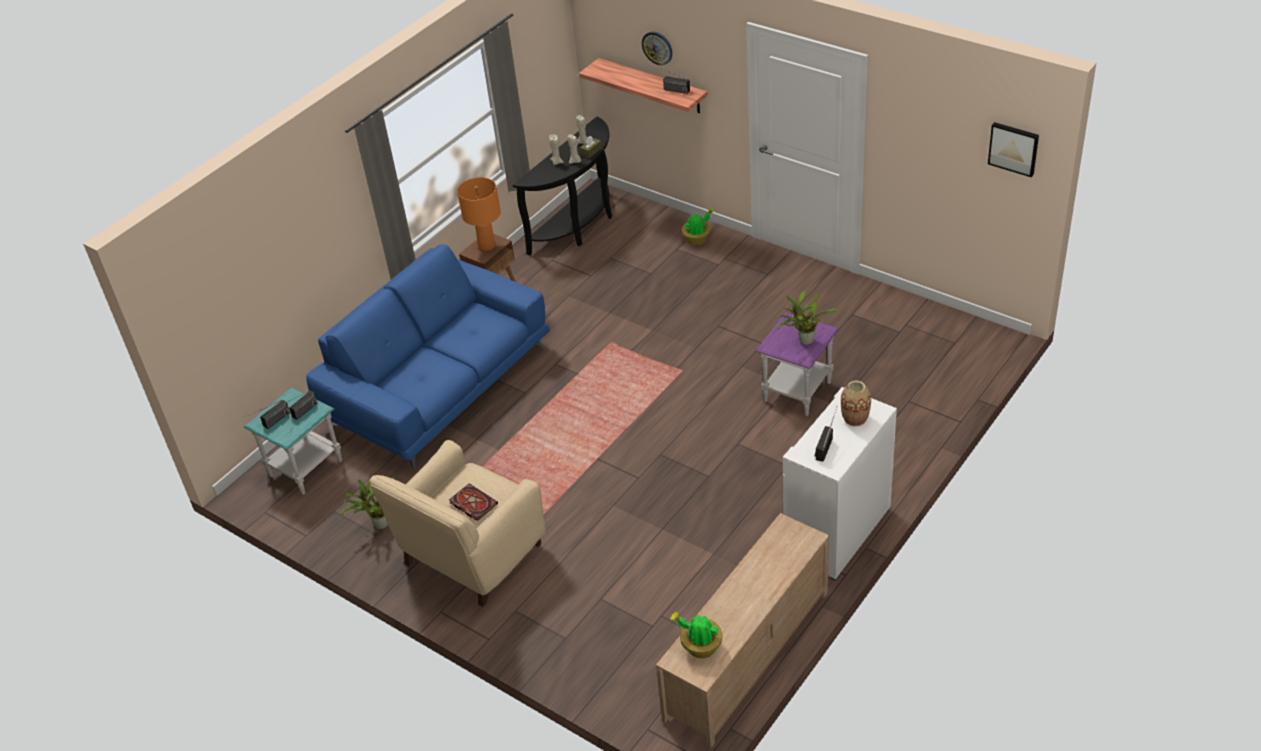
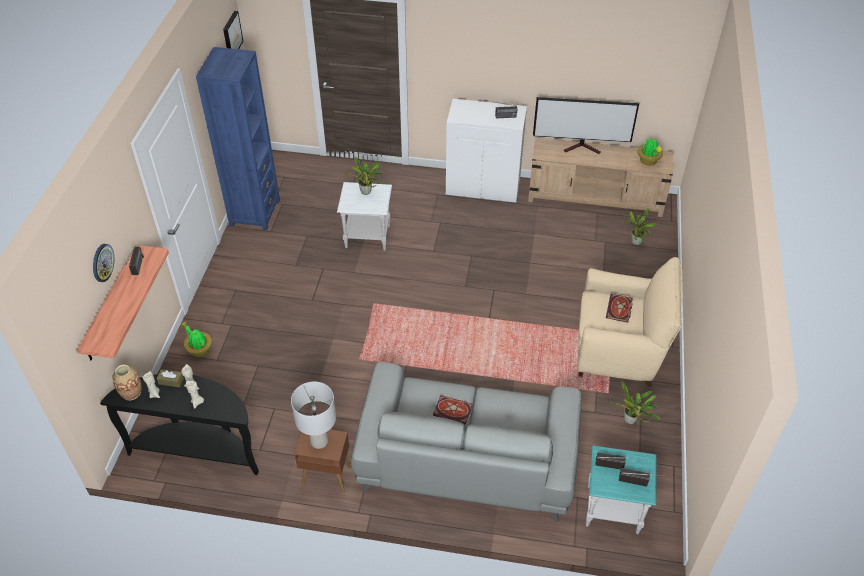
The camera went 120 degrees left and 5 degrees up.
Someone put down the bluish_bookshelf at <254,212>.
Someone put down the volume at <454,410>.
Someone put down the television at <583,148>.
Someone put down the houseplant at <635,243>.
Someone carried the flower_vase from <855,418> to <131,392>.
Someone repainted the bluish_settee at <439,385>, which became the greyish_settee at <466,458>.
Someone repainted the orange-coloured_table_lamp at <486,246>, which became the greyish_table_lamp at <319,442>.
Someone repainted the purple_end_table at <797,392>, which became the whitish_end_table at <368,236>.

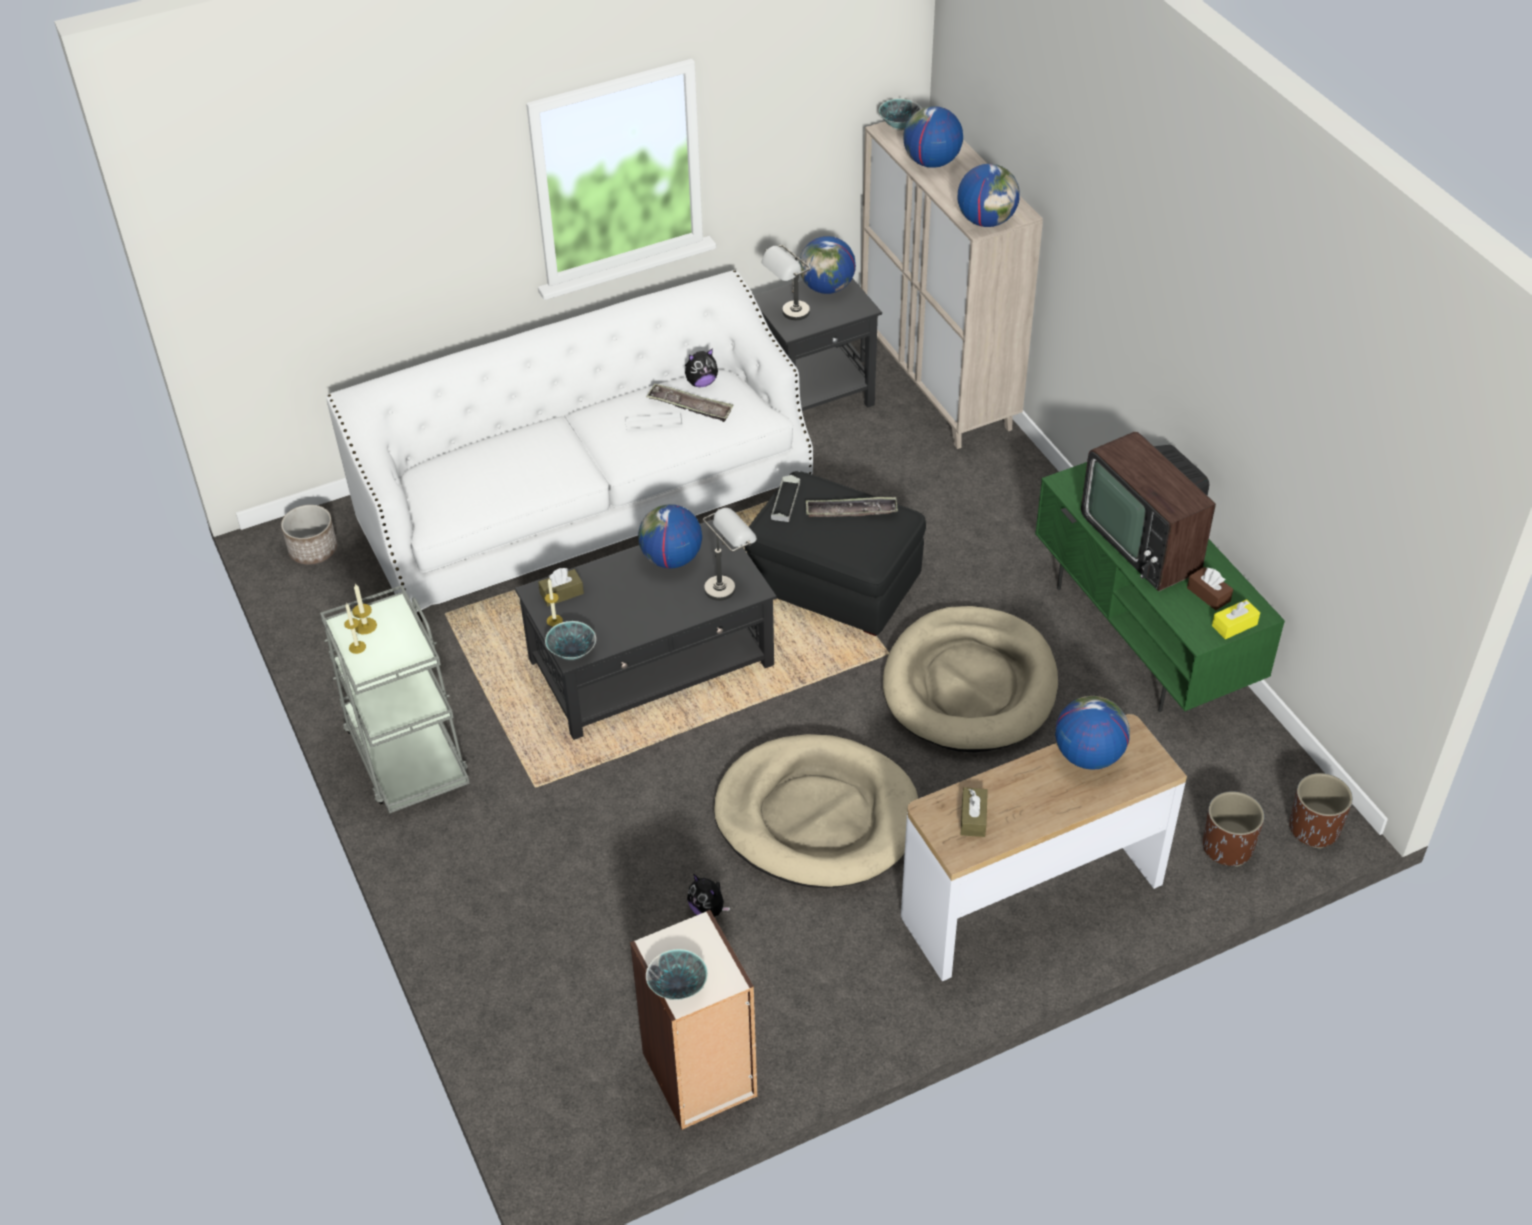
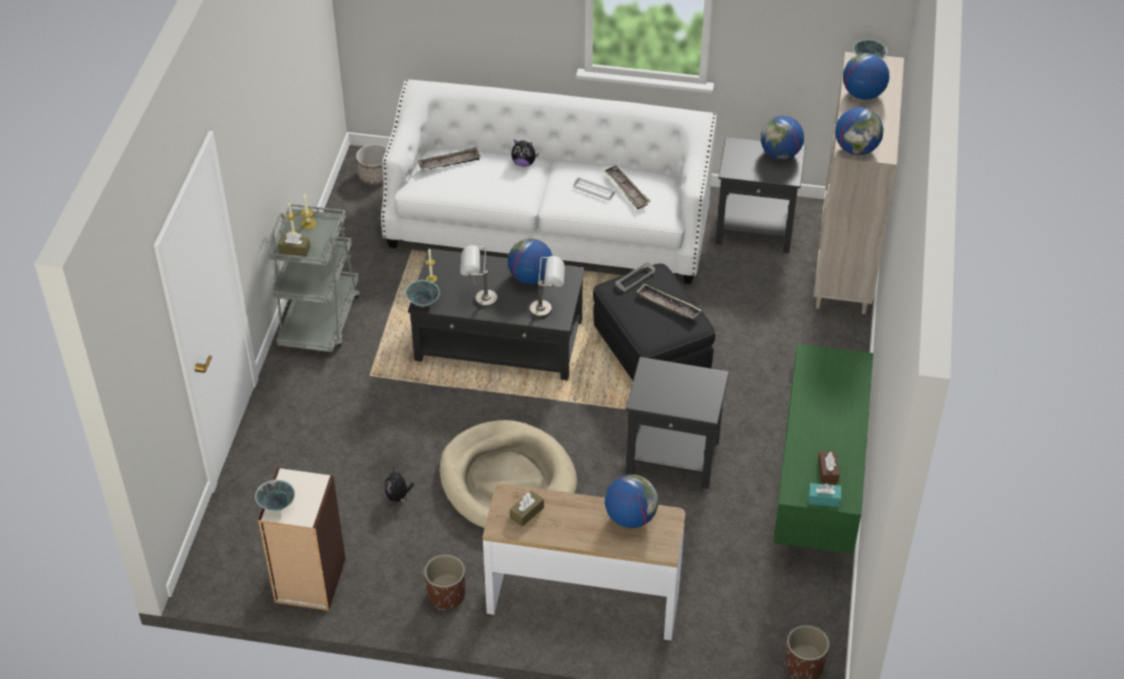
The camera went 35 degrees right and 0 degrees up.
Someone took away the television at <1146,538>.
Someone put down the tray at <449,162>.
Someone carried the brown-coloured_tissue_holder from <561,593> to <294,250>.
Someone carried the cuddly_toy from <701,383> to <524,163>.
Someone carried the greyish_table_lamp from <788,316> to <478,300>.
Someone carried the brown-coloured_flower_pot from <1227,847> to <446,595>.
Someone swapped the beige_dog_bed at <970,685> for the black-coloured_end_table at <674,457>.
Someone repainted the yellowish_tissue_holder at <1234,625>, which became the turquoise_tissue_holder at <824,499>.

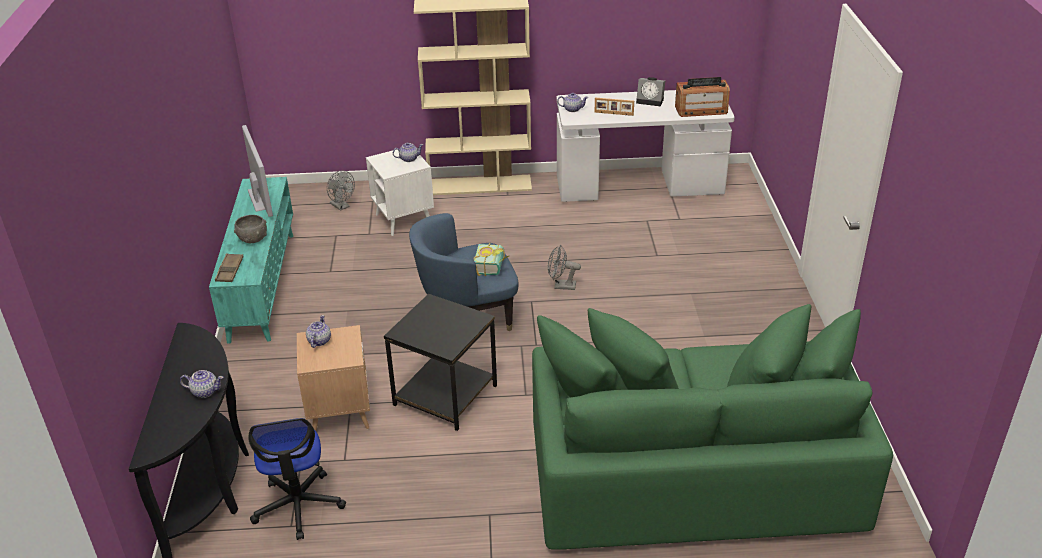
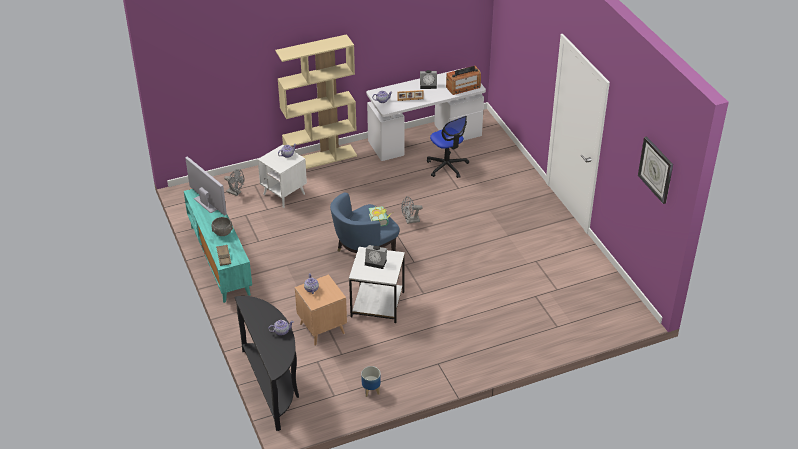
The camera went 20 degrees left and 5 degrees up.
Someone took away the green-coloured_settee at <690,469>.
Someone put down the flower_pot at <371,390>.
Someone put down the bedside_clock at <376,262>.
Someone put up the hanging_clock at <656,169>.
Someone carried the desk_chair from <298,505> to <447,166>.
Someone repainted the black-coloured_end_table at <447,394>, which became the whitish_end_table at <378,304>.

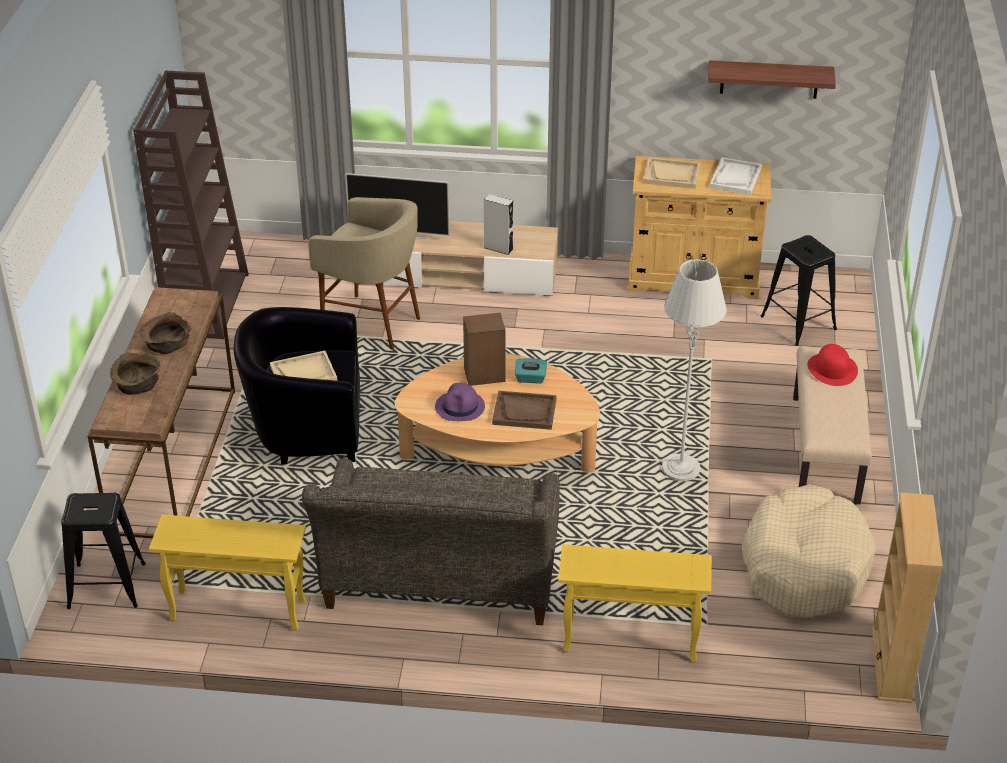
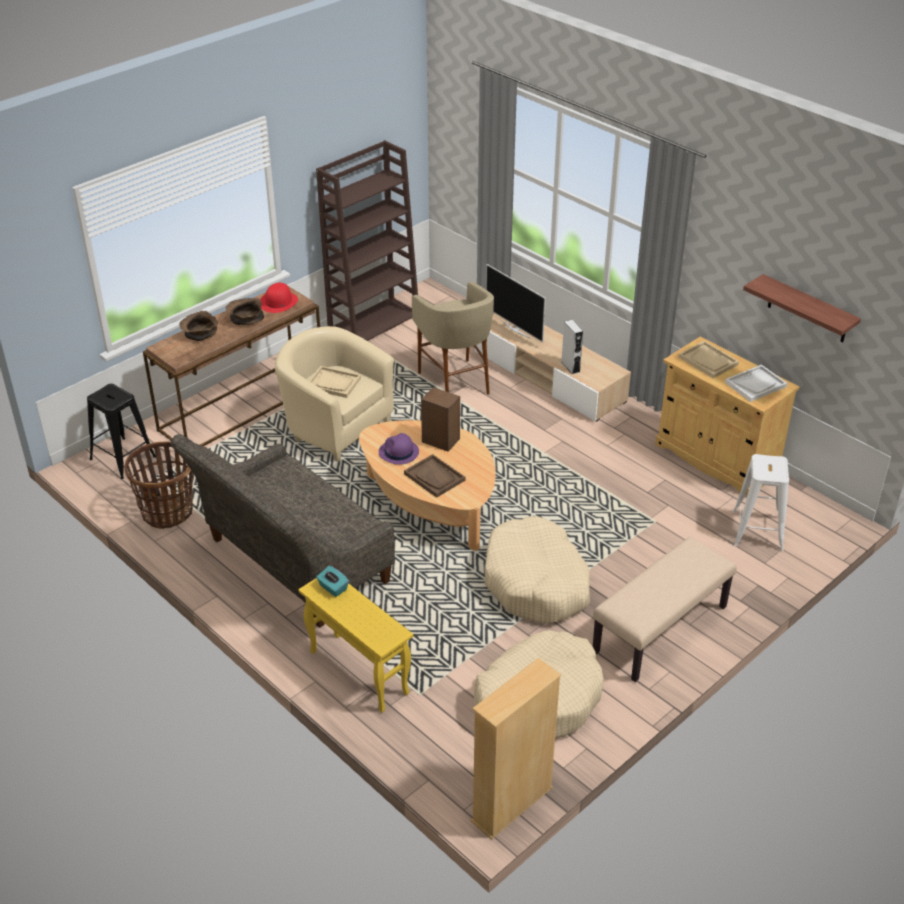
The camera went 40 degrees right and 0 degrees up.
Someone carried the turquoise_tissue_holder from <530,378> to <333,588>.
Someone carried the reddish_clothing_hat from <832,369> to <278,302>.
Someone swapped the yellowish_end_table at <238,611> for the storage_basket at <167,512>.
Someone swapped the greyish_floor_lamp at <680,469> for the beige_dog_bed at <536,583>.
Someone repainted the black-coloured_armchair at <305,429>, which became the beige_armchair at <335,427>.
Someone repainted the black-coloured_stool at <798,322>, which became the whitish_stool at <757,530>.

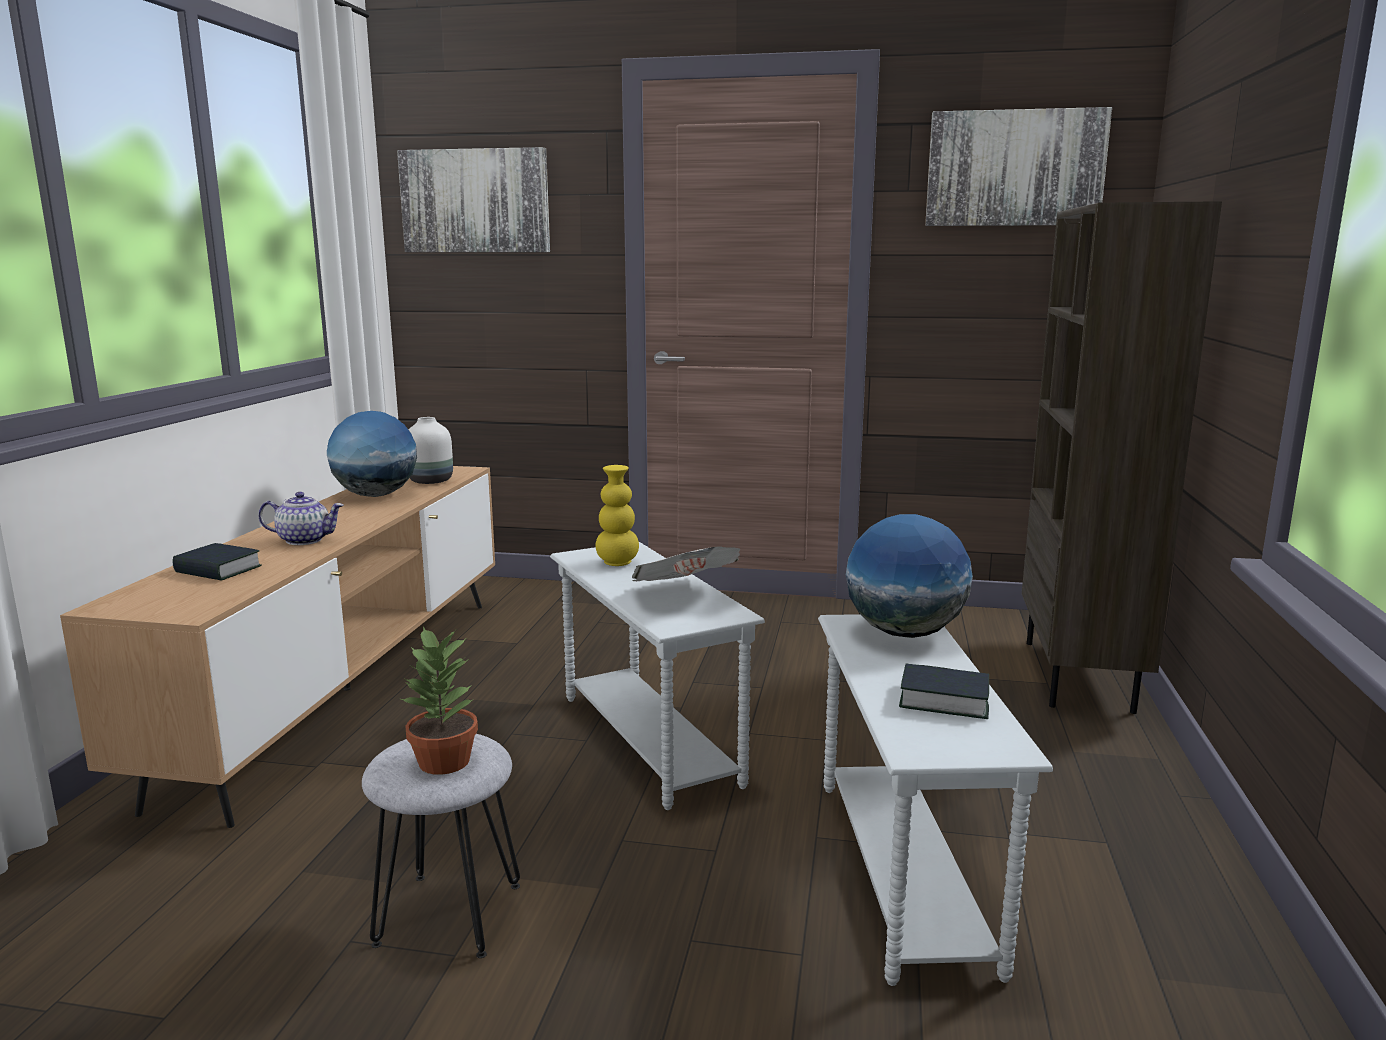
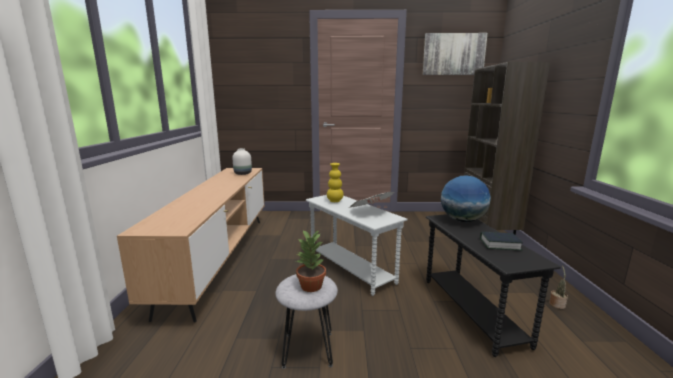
The camera went 10 degrees left and 0 degrees up.
Someone took away the volume at <218,570>.
Someone took away the pot_for_tea at <305,540>.
Someone took away the world_globe at <375,495>.
Someone took away the wall_art at <475,201>.
Someone put down the houseplant at <557,304>.
Someone repainted the whitish_end_table at <905,872>, which became the black-coloured_end_table at <473,311>.

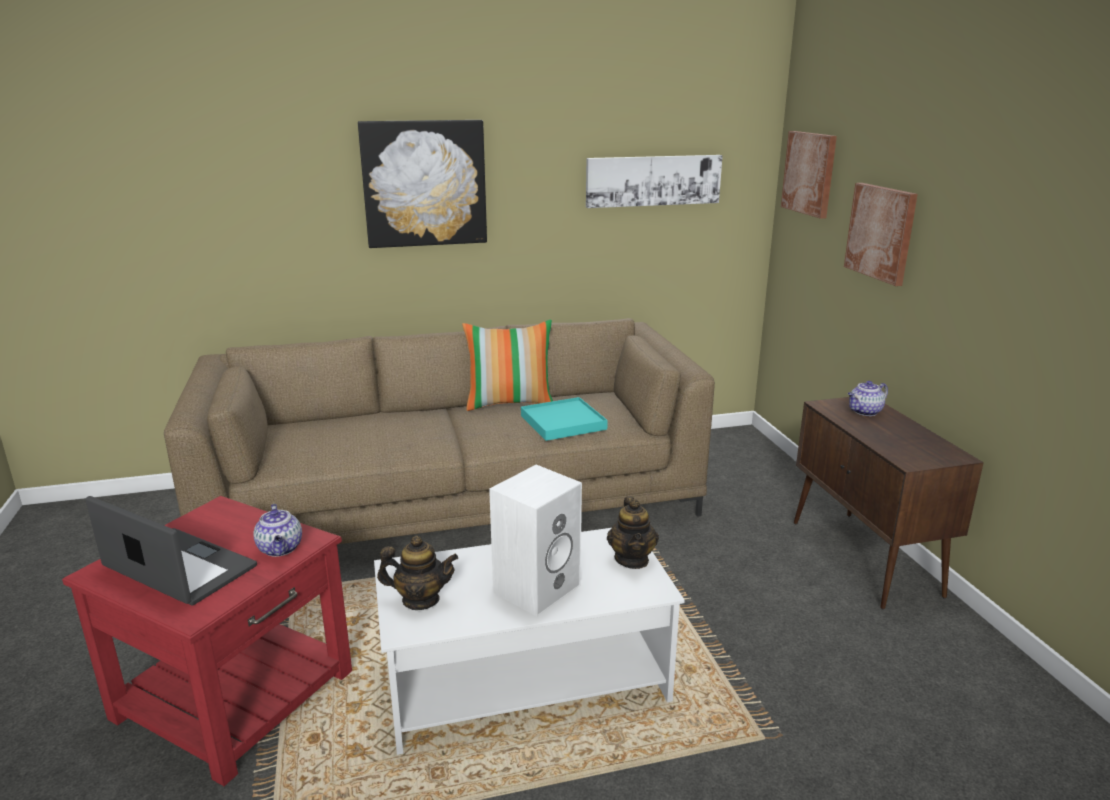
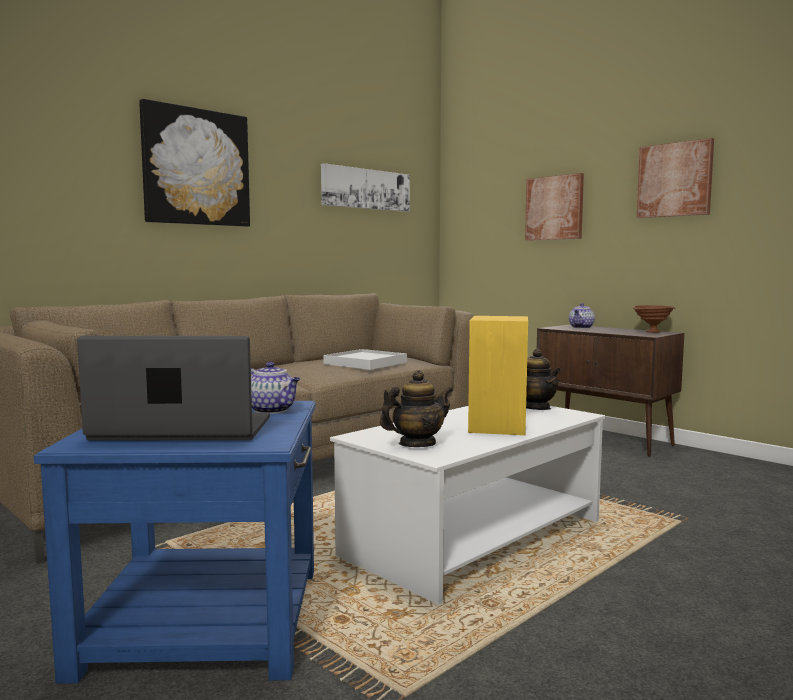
The camera went 30 degrees left and 15 degrees down.
Someone took away the throw_pillow at <510,403>.
Someone put down the brown-coloured_serving_bowl at <652,332>.
Someone carried the wall_art from <810,173> to <675,180>.
Someone repainted the reddish_end_table at <235,695>, which became the bluish_end_table at <205,620>.
Someone repainted the whitish_loudspeaker at <537,587>, which became the yellowish_loudspeaker at <496,426>.
Someone repainted the turquoise_tray at <563,422>, which became the whitish_tray at <365,363>.

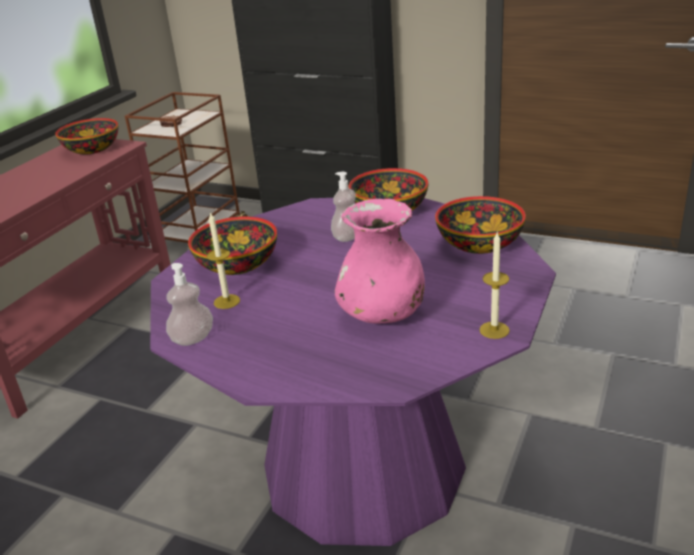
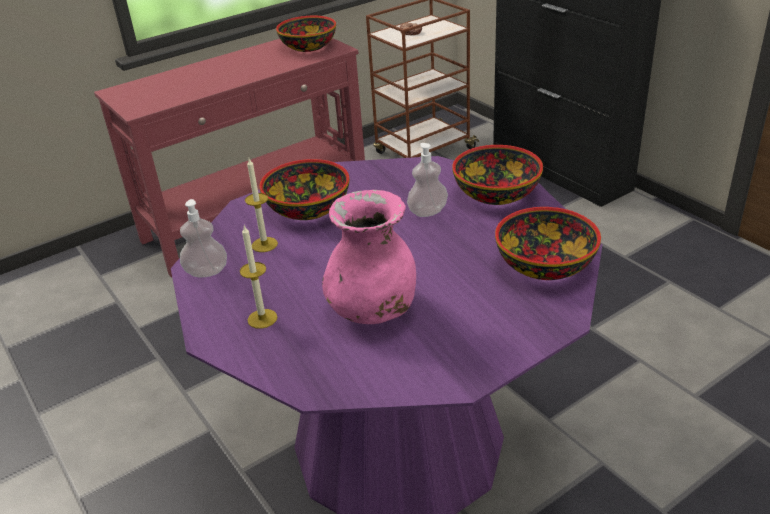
The camera went 30 degrees right and 5 degrees up.
Someone carried the wax_candle from <494,330> to <262,318>.

